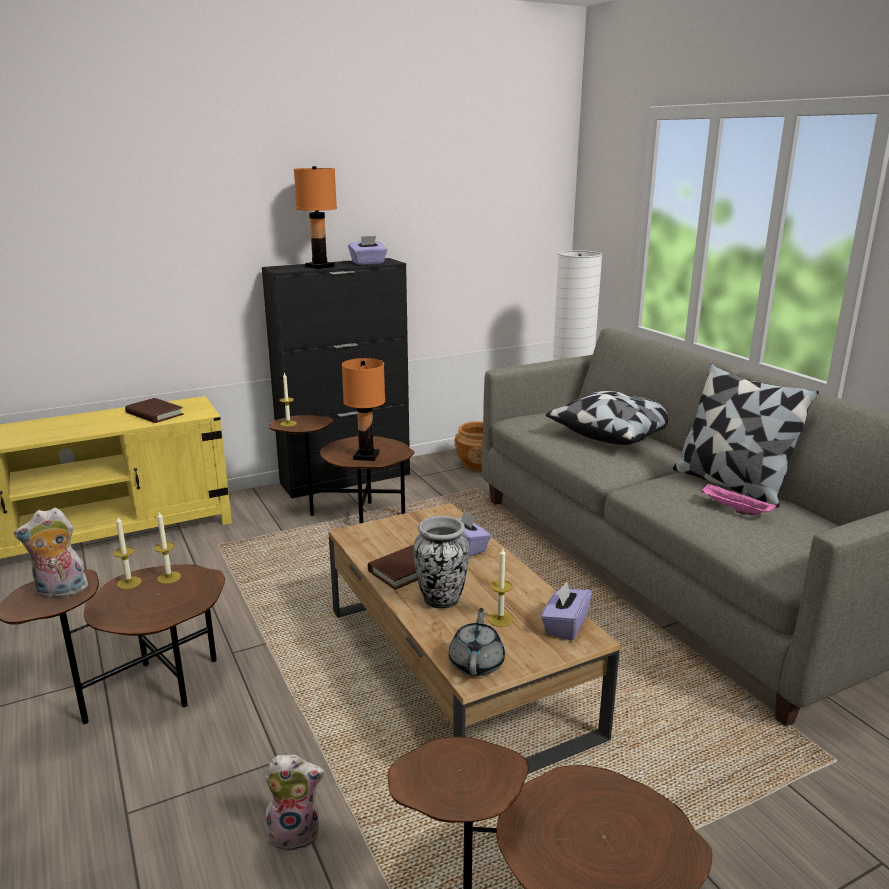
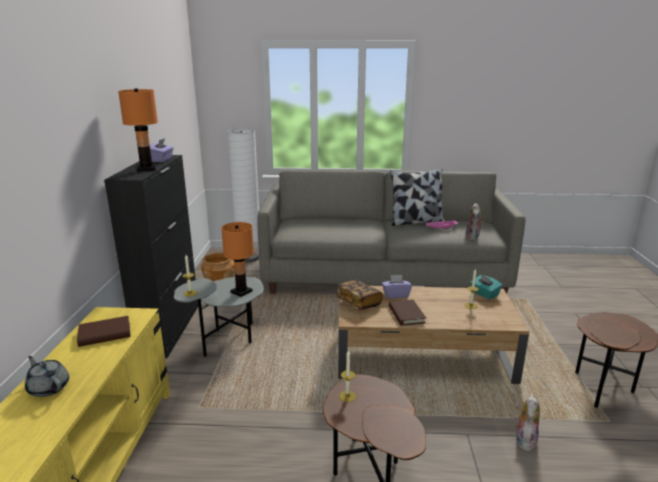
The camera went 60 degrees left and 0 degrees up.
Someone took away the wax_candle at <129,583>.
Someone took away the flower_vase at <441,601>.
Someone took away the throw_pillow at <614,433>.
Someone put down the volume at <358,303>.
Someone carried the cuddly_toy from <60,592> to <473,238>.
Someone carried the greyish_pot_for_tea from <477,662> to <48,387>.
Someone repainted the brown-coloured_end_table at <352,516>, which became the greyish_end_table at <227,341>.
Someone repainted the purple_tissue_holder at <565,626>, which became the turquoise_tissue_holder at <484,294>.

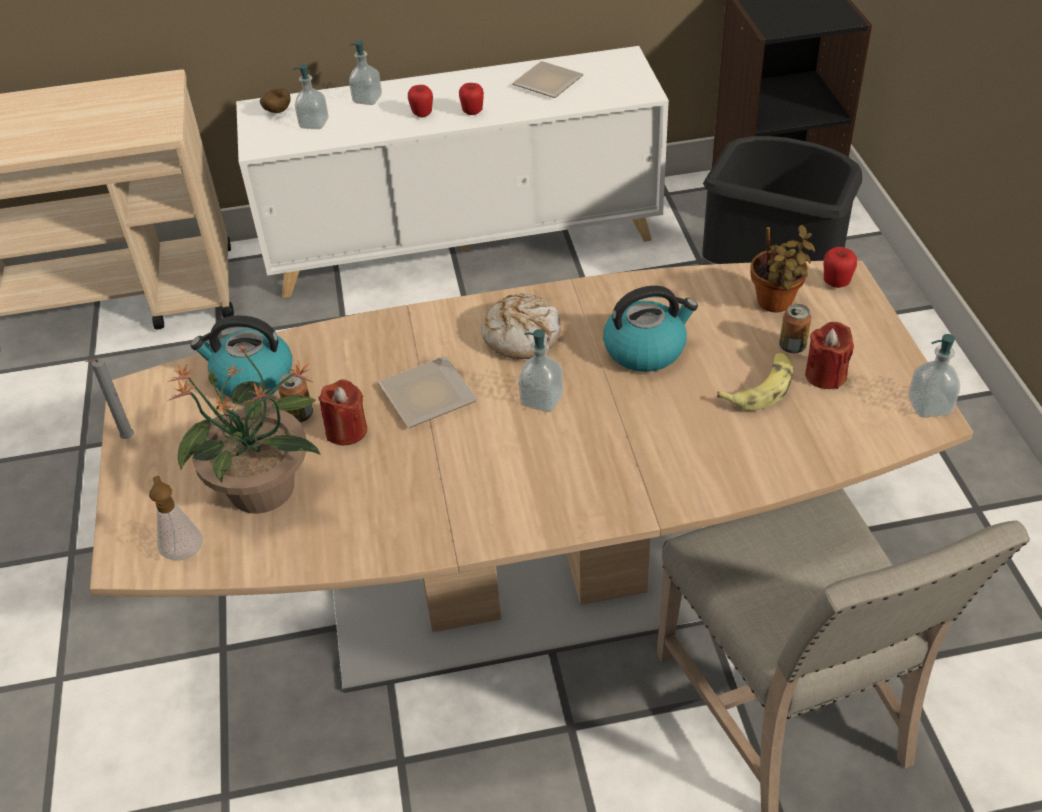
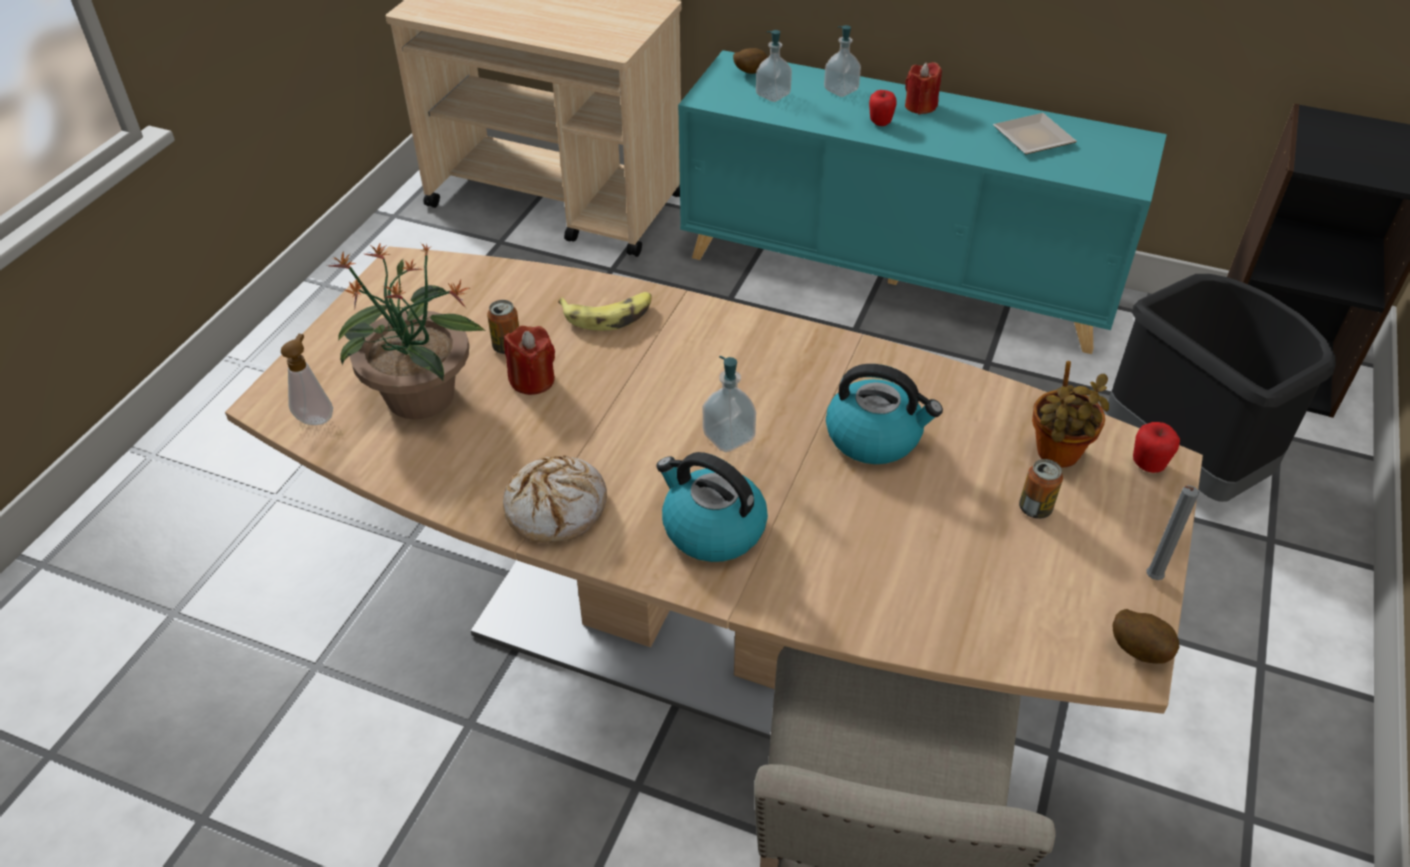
The camera went 30 degrees right and 0 degrees up.
Someone took away the dinner_plate at <424,395>.
Someone took away the apple at <472,112>.
Someone carried the greyish_wax_candle from <126,439> to <1151,579>.
Someone carried the kettle from <252,378> to <712,529>.
Someone carried the baked_bread from <522,335> to <556,508>.
Someone carried the whole_banana from <760,388> to <608,315>.
Someone carried the reddish_wax_candle from <825,375> to <920,106>.
Someone swapped the soap_dispenser at <929,406> for the potato at <1138,650>.
Someone repainted the whitish_cabinet at <464,241>, which became the turquoise_cabinet at <897,275>.

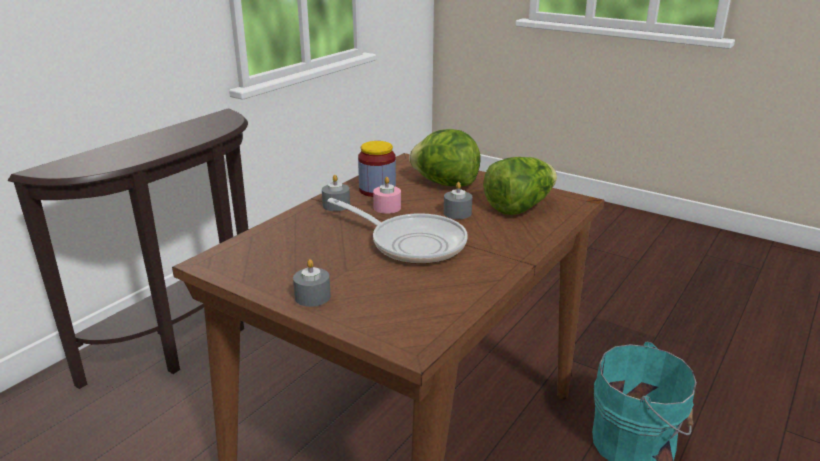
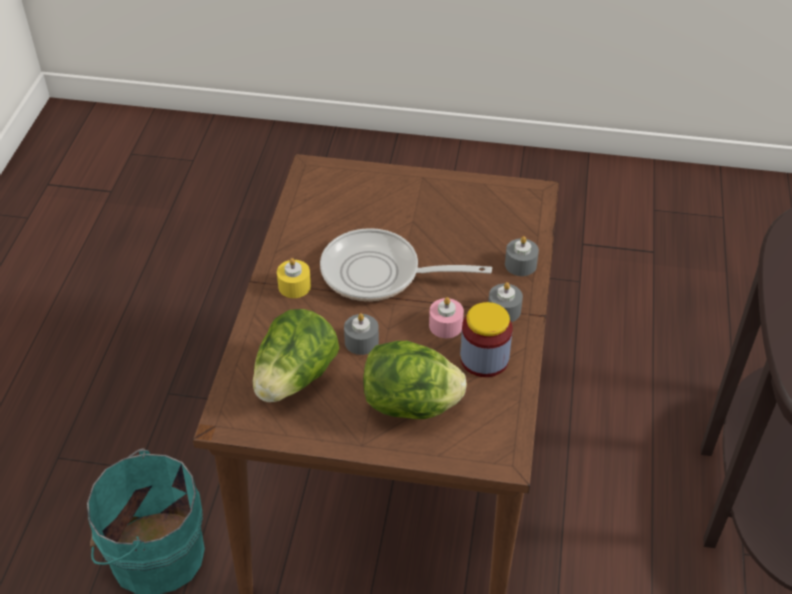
The camera went 155 degrees right and 20 degrees up.
Someone put down the yellowish_wax_candle at <294,286>.
Someone carried the greyish_wax_candle from <312,296> to <520,264>.

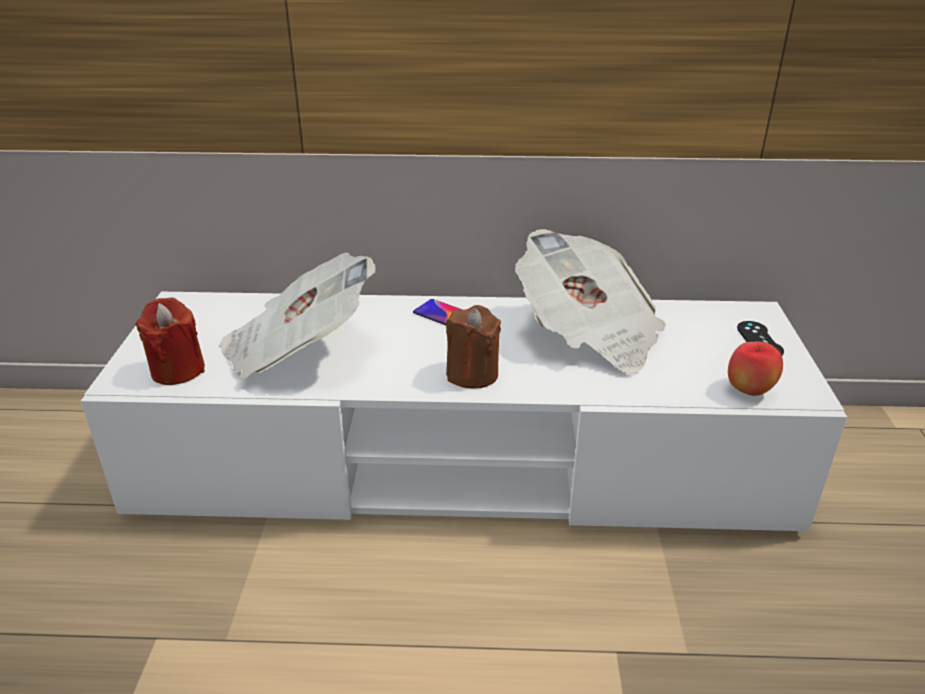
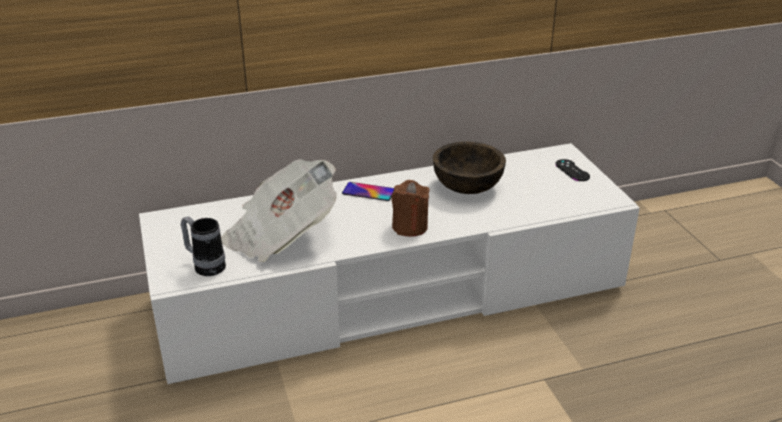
The camera went 20 degrees left and 0 degrees up.
Someone took away the apple at <749,390>.
Someone swapped the reddish_wax_candle at <177,370> for the tea_mug at <205,265>.
Someone swapped the newspaper at <589,335> for the brown-coloured_serving_bowl at <468,187>.

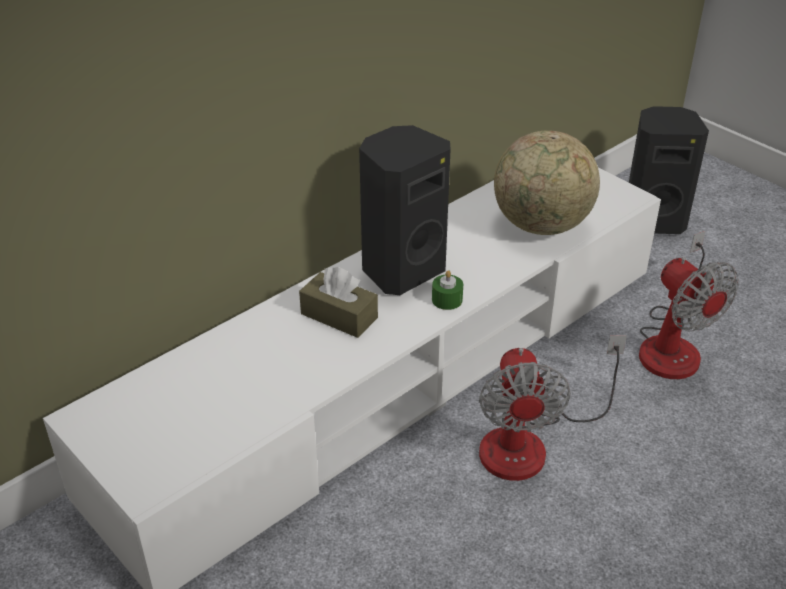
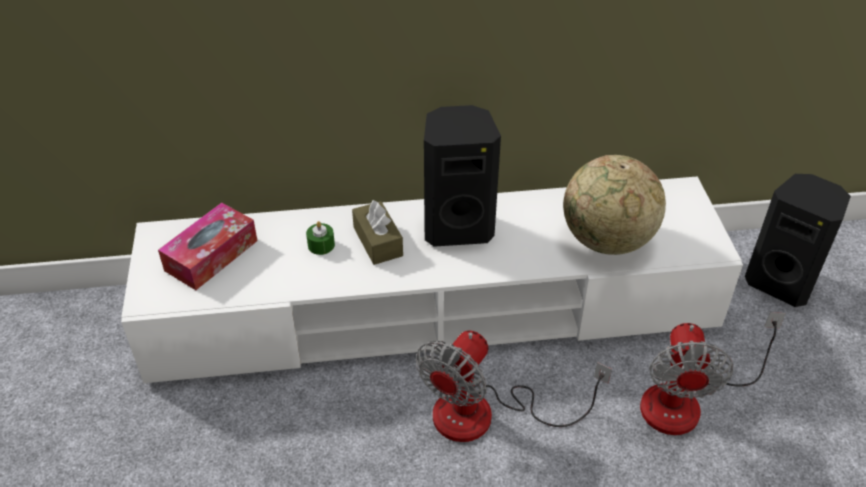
The camera went 35 degrees right and 5 degrees up.
Someone put down the tissue_holder at <211,255>.
Someone carried the green-coloured_wax_candle from <447,300> to <321,245>.

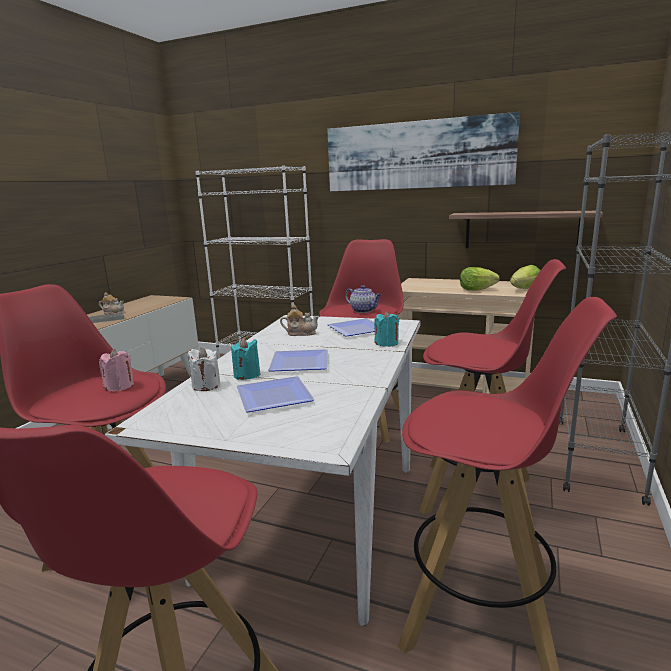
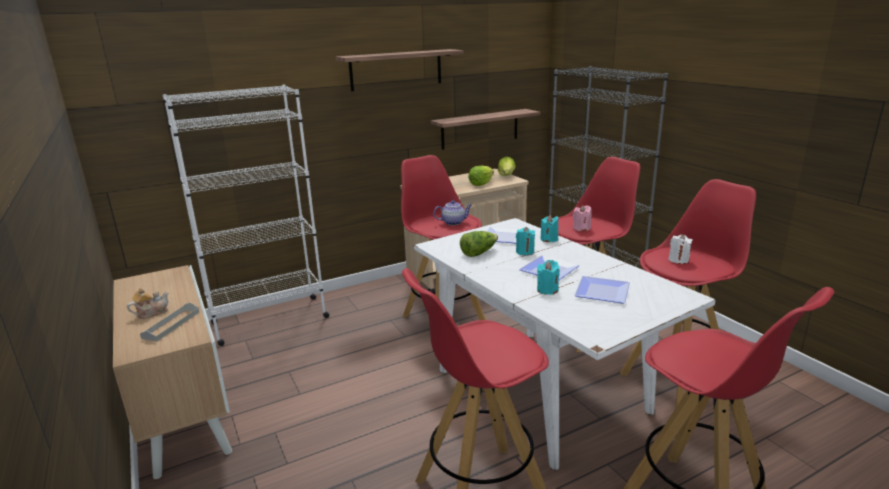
The camera went 50 degrees left and 5 degrees up.
Someone put down the turquoise_wax_candle at <525,252>.
Someone carried the pinkish_wax_candle from <119,386> to <581,228>.
Someone carried the whitish_wax_candle from <206,386> to <678,260>.
Someone swapped the pot_for_tea at <300,333> for the lettuce_head at <478,253>.
Someone swapped the wall_art at <417,155> for the wall_shelf at <396,69>.

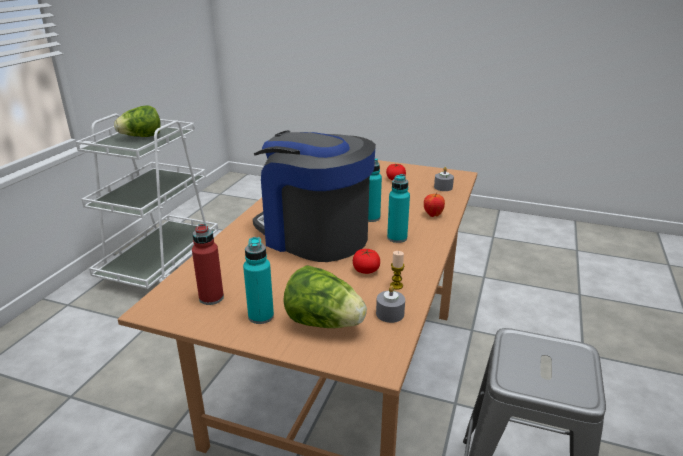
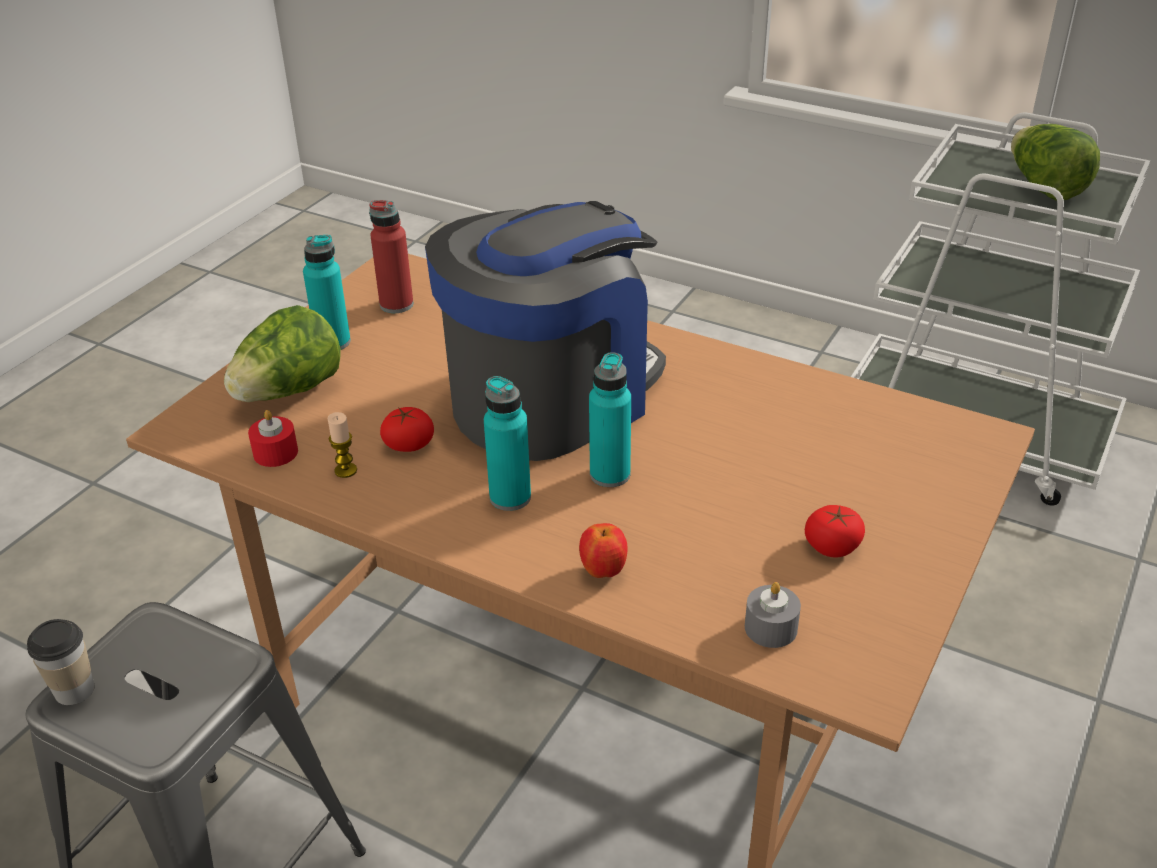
The camera went 100 degrees right and 10 degrees up.
Someone put down the drinking_cup at <74,690>.
Someone repainted the greyish_wax_candle at <390,314>, which became the reddish_wax_candle at <275,452>.

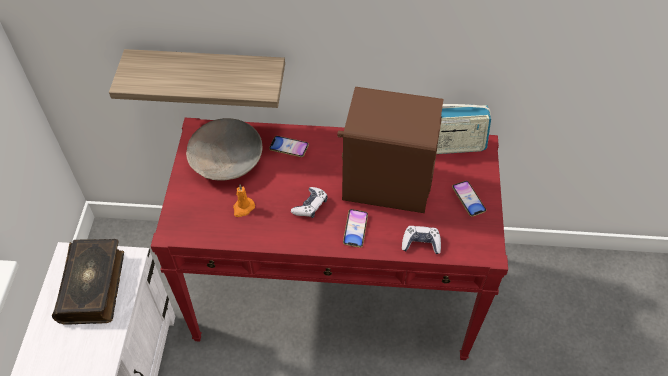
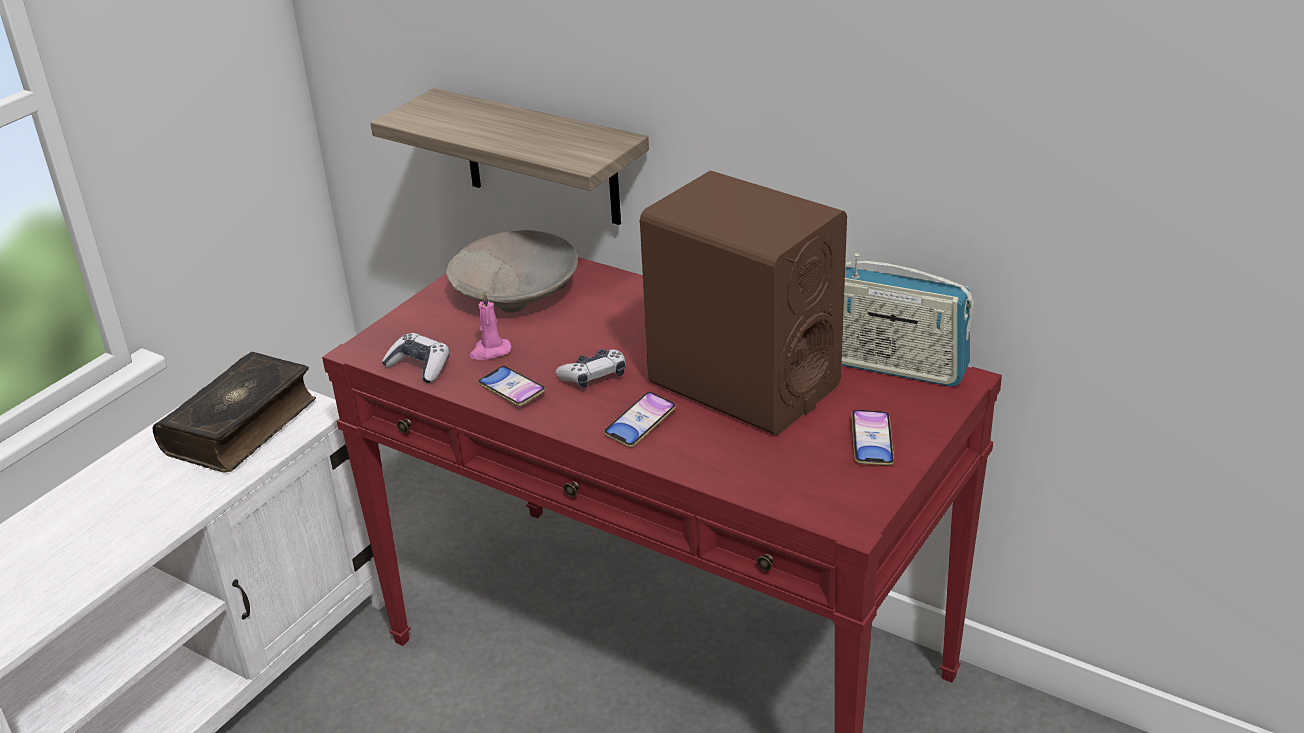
The camera went 30 degrees right and 20 degrees down.
Someone carried the phone from <289,148> to <512,390>.
Someone carried the gamepad from <421,243> to <419,366>.
Someone repainted the orange-coloured_wax_candle at <243,208>, which became the pinkish_wax_candle at <490,351>.

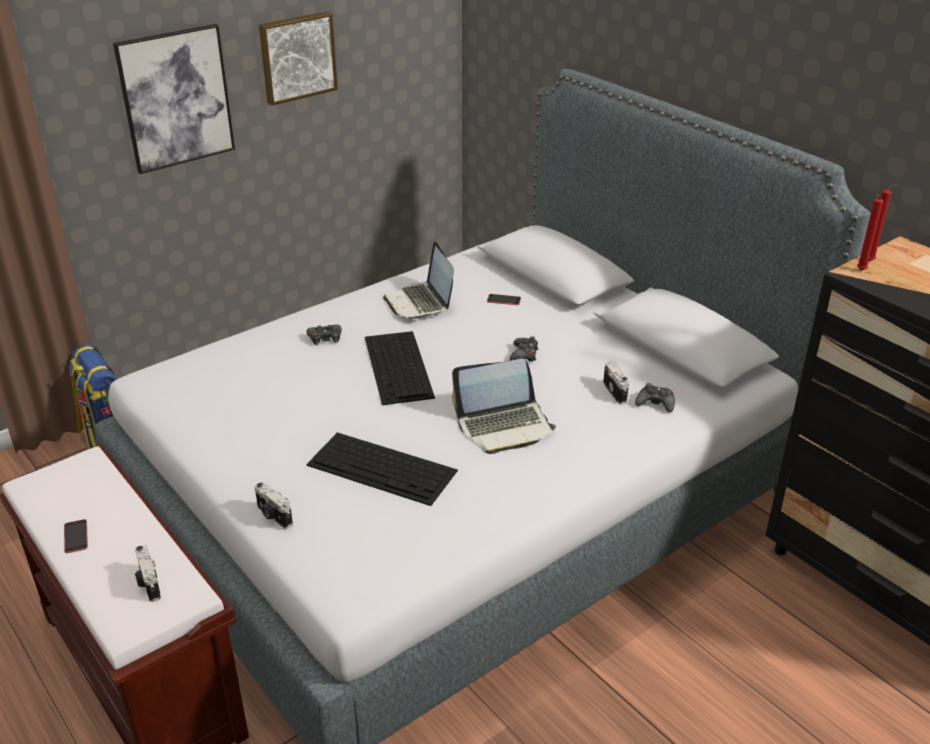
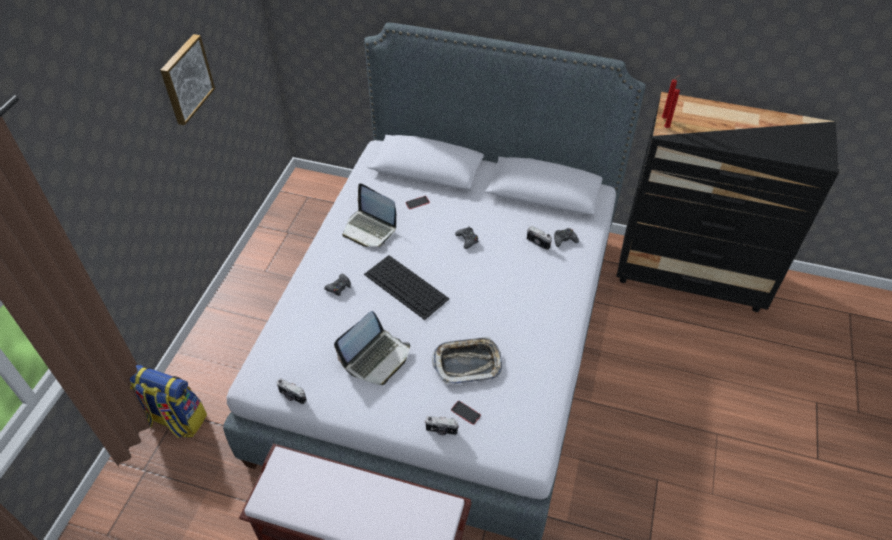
The camera went 35 degrees left and 15 degrees up.
Someone took away the wall_art at <176,98>.
Someone carried the phone from <76,536> to <465,412>.
Someone carried the photo_camera from <148,584> to <292,396>.
Someone carried the laptop from <504,426> to <376,358>.
Someone swapped the computer_keyboard at <383,468> for the tray at <467,363>.

